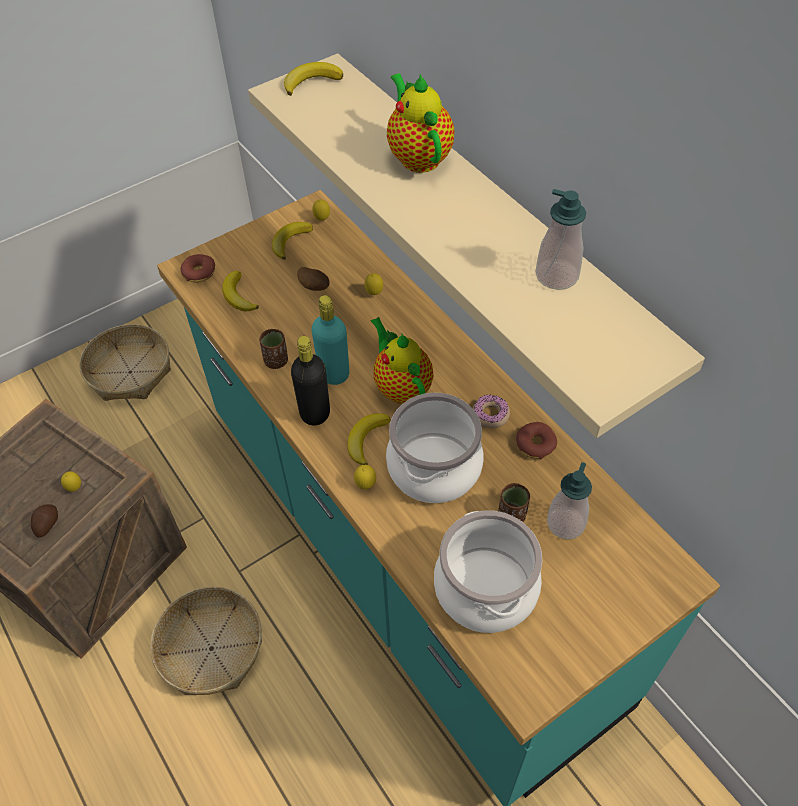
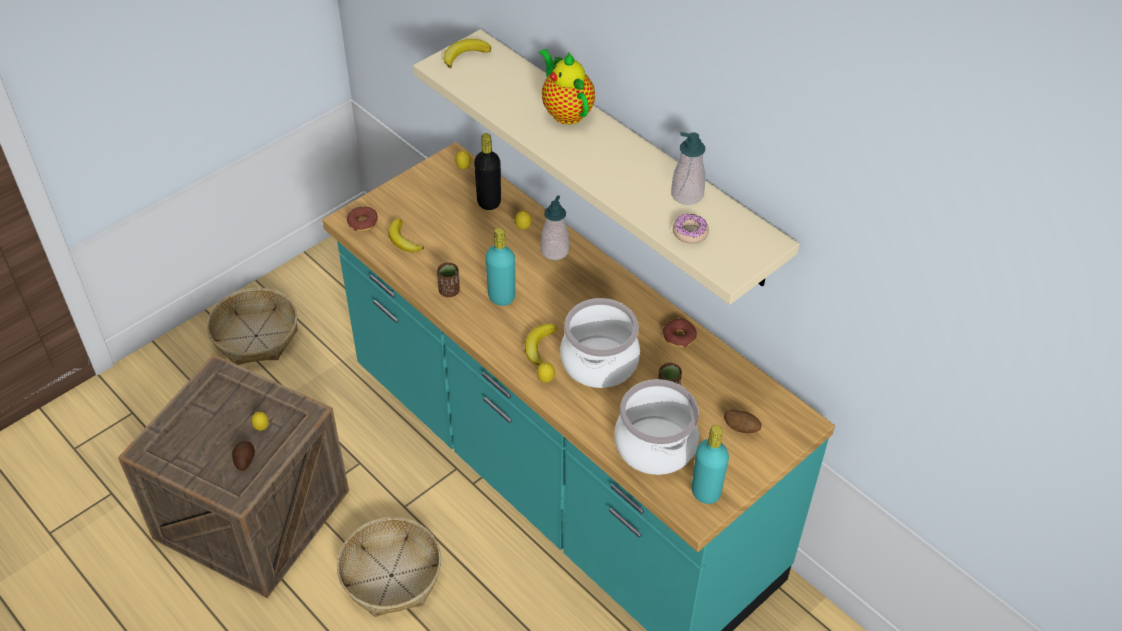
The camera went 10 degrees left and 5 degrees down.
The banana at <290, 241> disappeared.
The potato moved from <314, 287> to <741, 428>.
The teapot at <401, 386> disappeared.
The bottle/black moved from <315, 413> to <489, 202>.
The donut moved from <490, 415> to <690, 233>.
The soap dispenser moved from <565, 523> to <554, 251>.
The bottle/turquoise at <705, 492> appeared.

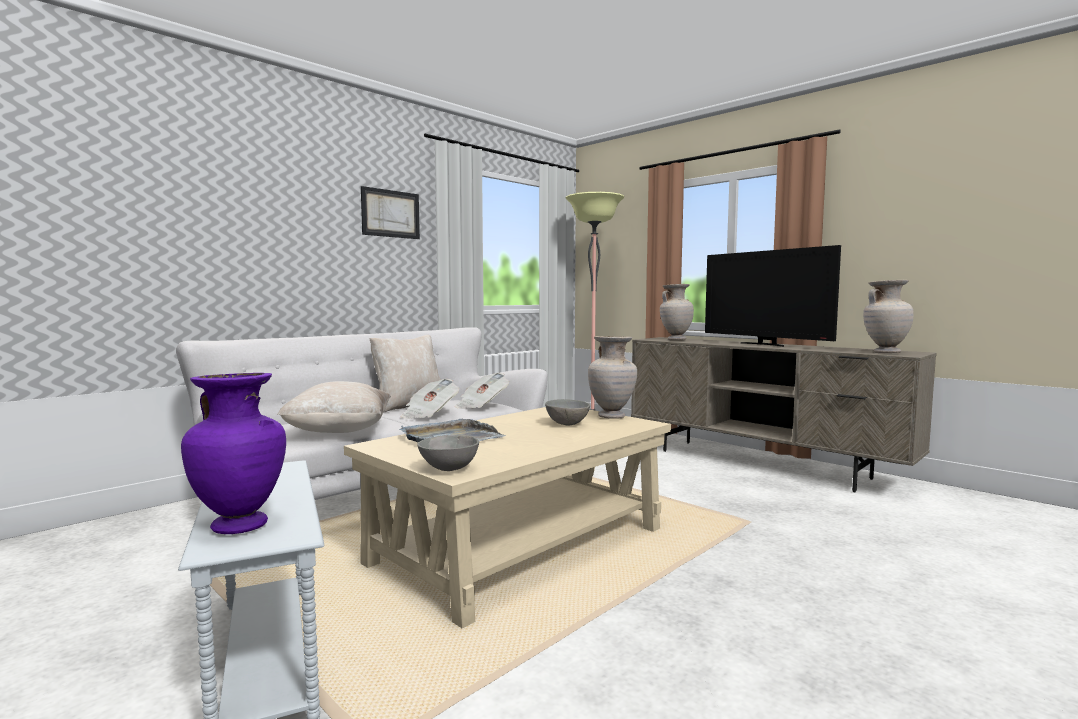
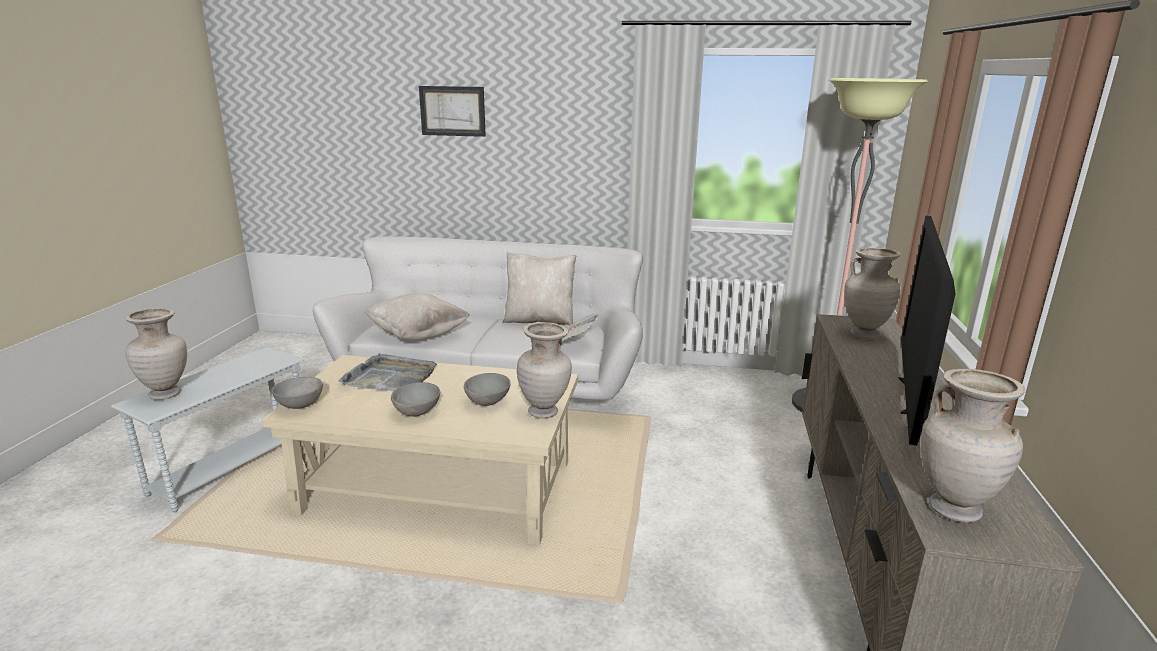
The camera went 55 degrees right and 15 degrees up.
The picture moved from <390, 213> to <452, 111>.
The vase/purple at <241, 526> became the vase/beige at <167, 394>.
The newspaper at <429, 414> disappeared.
The bowl/grey at <418, 412> appeared.

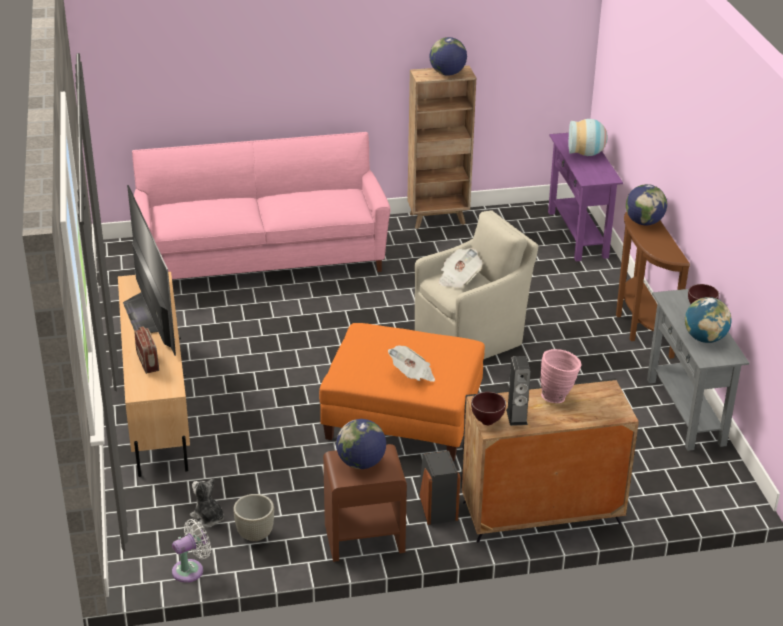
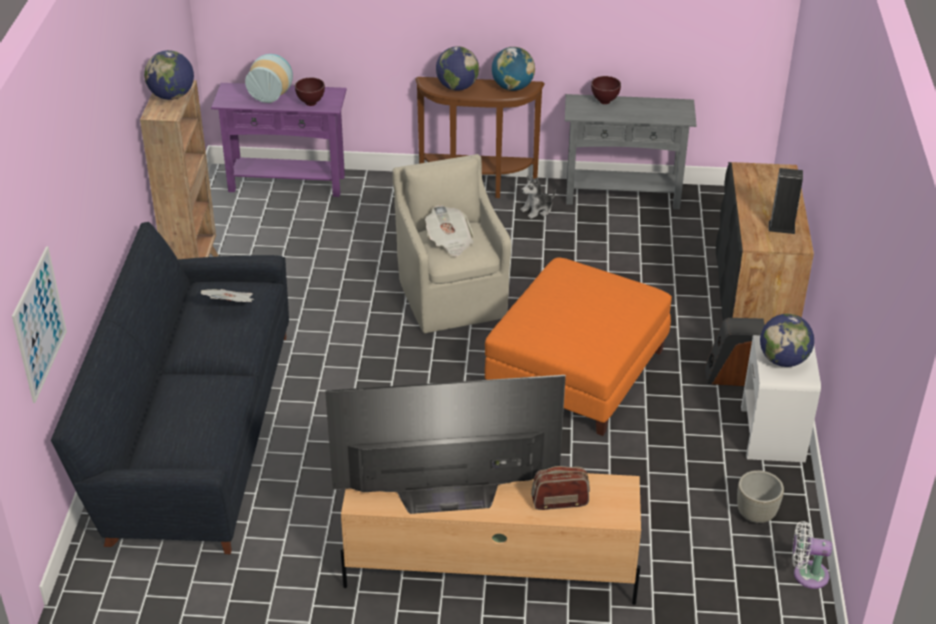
The camera went 75 degrees left and 5 degrees up.
The sofa/pink at <261, 256> became the sofa/black at <193, 433>.
The globe moved from <705, 338> to <512, 87>.
The newspaper moved from <412, 375> to <231, 306>.
The vase/pink at <558, 396> disappeared.
The bowl/brown moved from <486, 421> to <310, 103>.
The nightstand/brown at <363, 538> became the nightstand/white at <772, 434>.
The plush toy moved from <208, 518> to <537, 210>.
The fan/white at <191, 569> turned 60 degrees counterclockwise.
The picture at <39, 324> appeared.

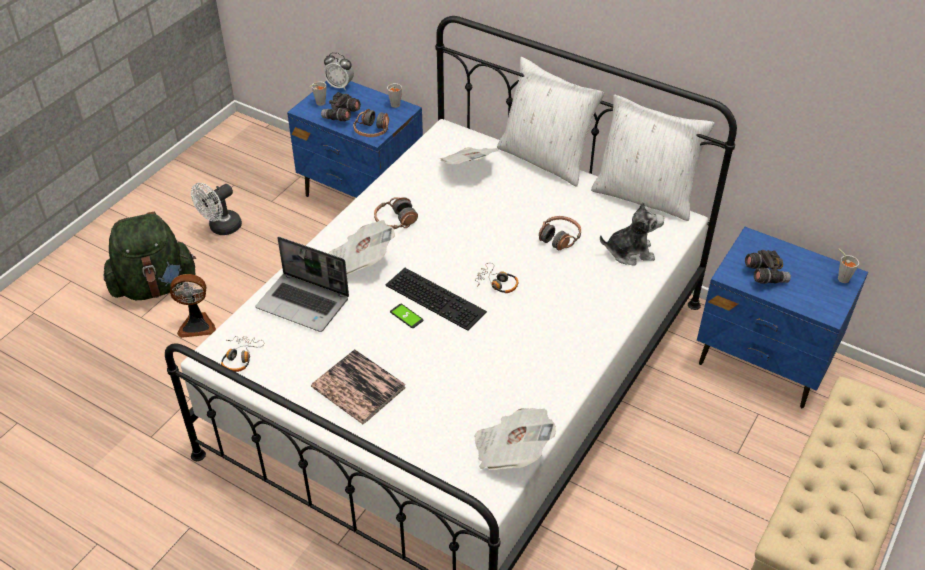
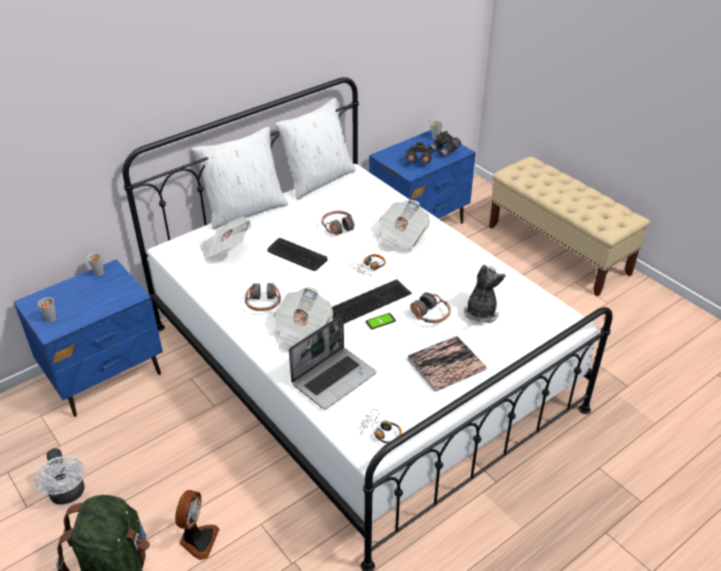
The camera went 70 degrees left and 5 degrees down.
The alarm clock at <340, 86> disappeared.
The binoculars/grey moved from <341, 116> to <444, 150>.
The headphones moved from <372, 131> to <430, 315>.
The plush toy moved from <630, 252> to <481, 312>.
The newspaper moved from <511, 451> to <400, 239>.
The keyboard at <296, 255> appeared.

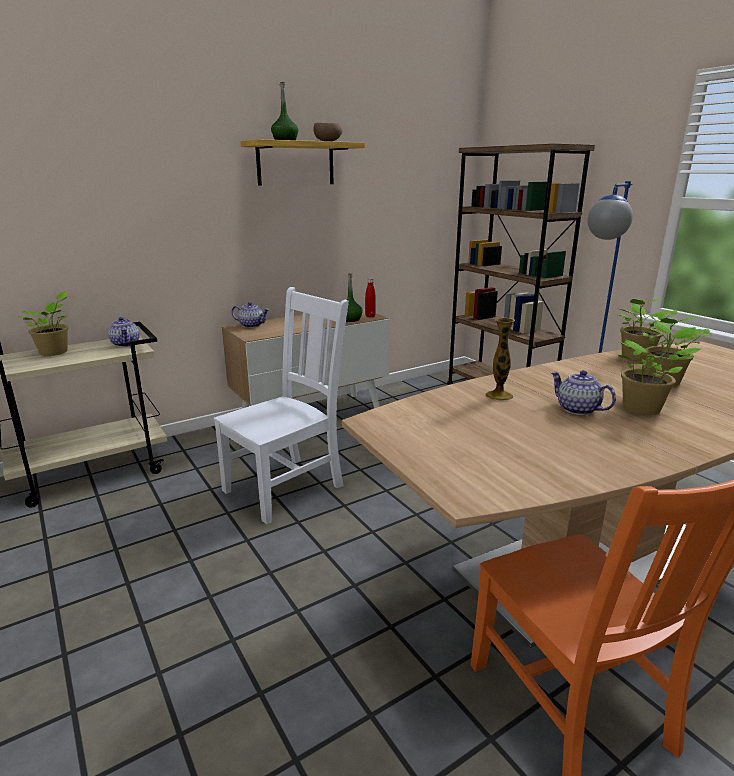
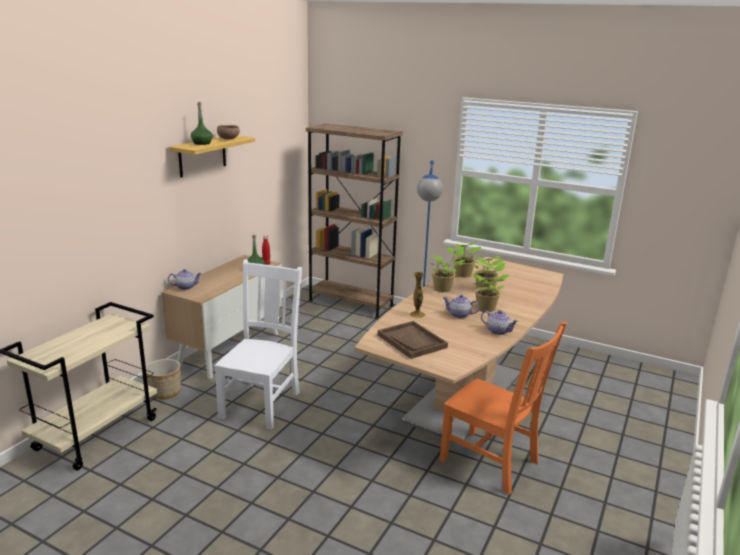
The camera went 30 degrees left and 0 degrees up.
The potted plant moved from <55, 352> to <443, 288>.
The teapot moved from <126, 344> to <498, 331>.
The tray/brown at <412, 341> appeared.
The planter at <165, 392> appeared.

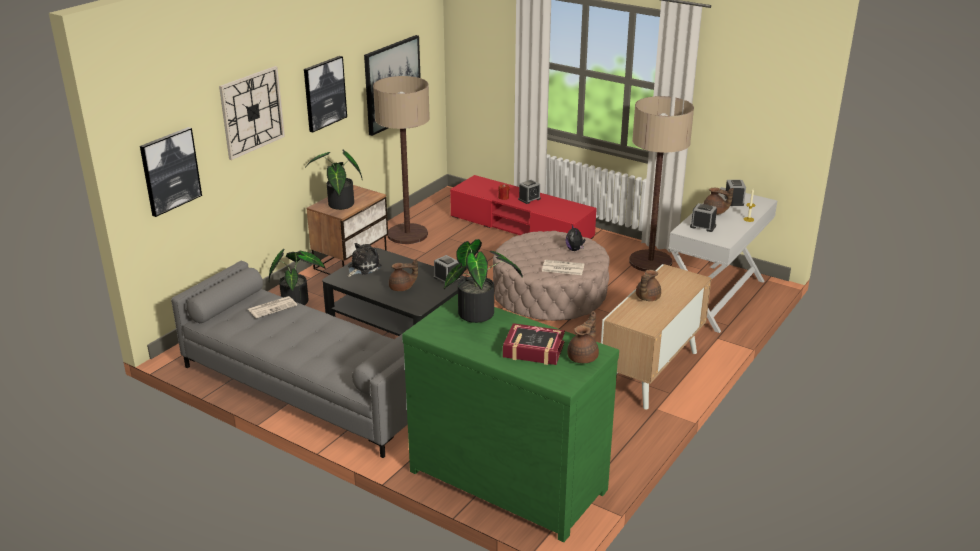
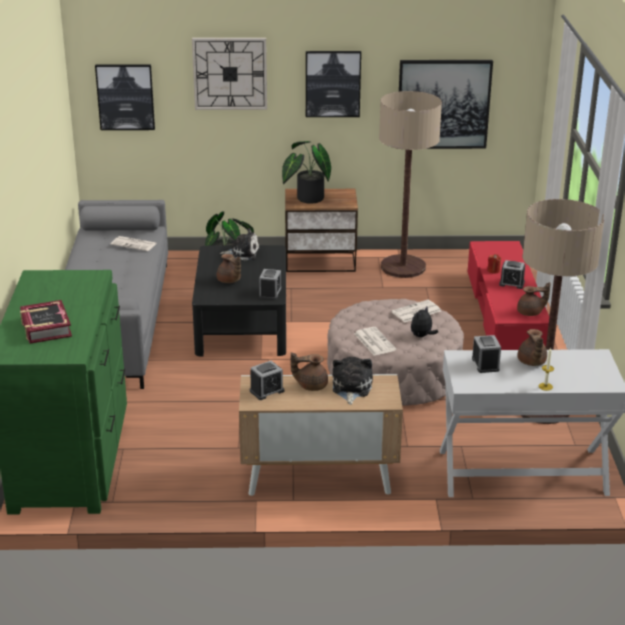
The camera went 55 degrees right and 0 degrees up.
The alarm clock moved from <734, 201> to <267, 391>.
The potted plant at <480, 314> disappeared.
The teapot/brown moved from <583, 357> to <530, 313>.
The newspaper at <416, 312> appeared.
The plush toy at <351, 388> appeared.

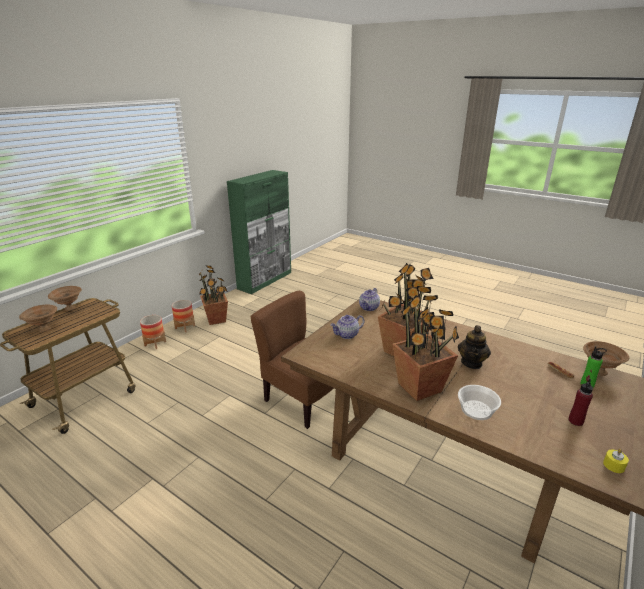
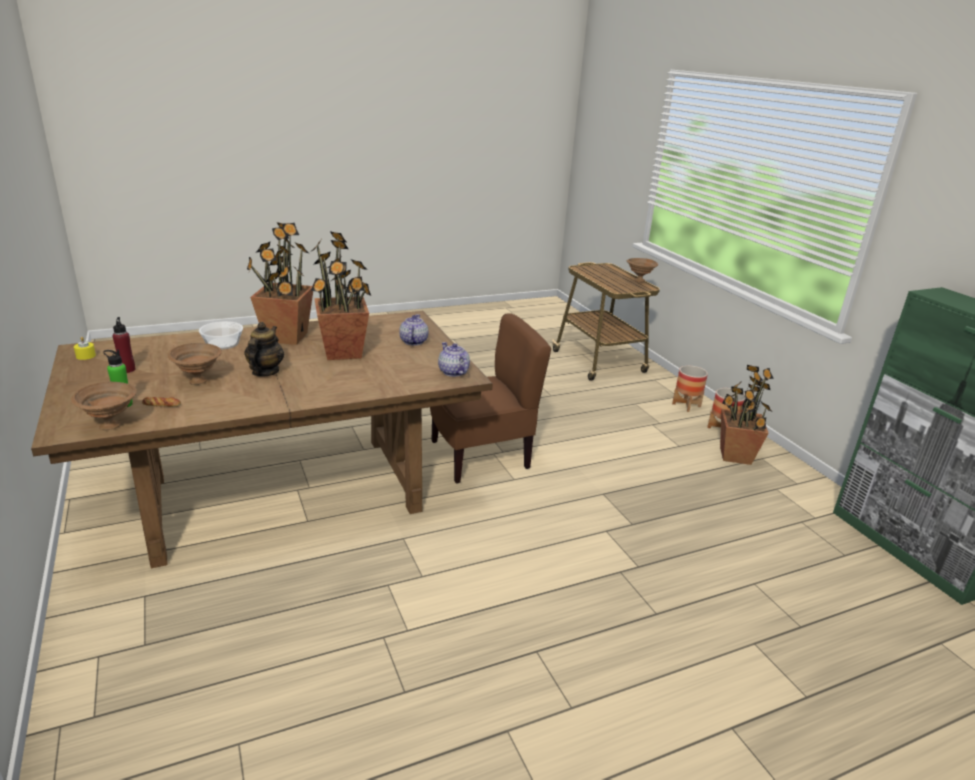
The camera went 120 degrees right and 0 degrees up.
The bowl/brown moved from <43, 329> to <198, 381>.
The teapot at <472, 363> turned 45 degrees clockwise.

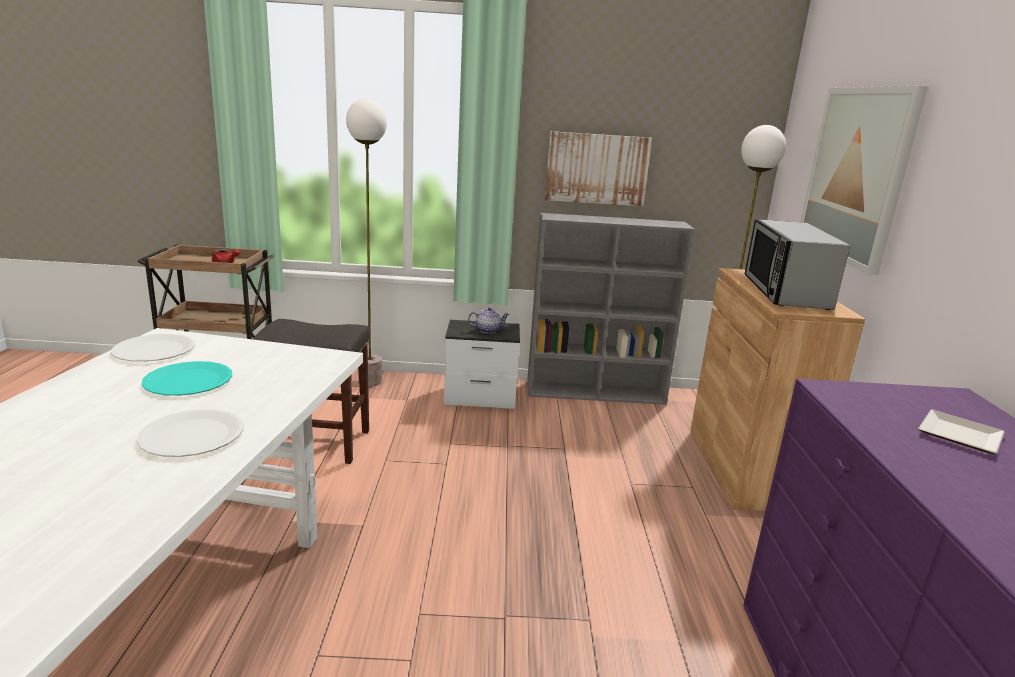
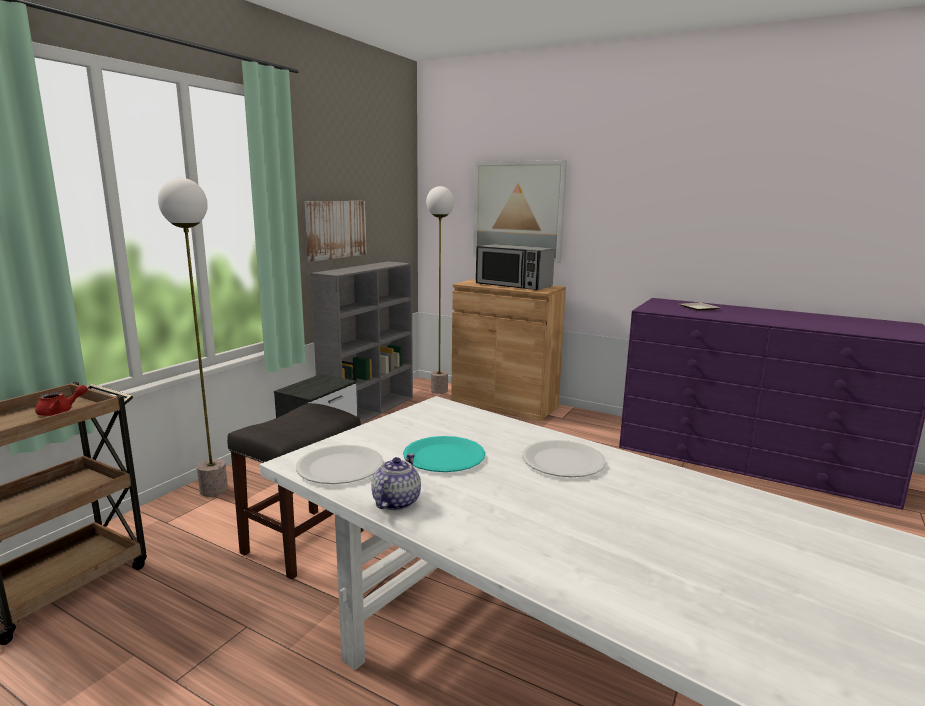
The camera went 60 degrees left and 5 degrees down.
The teapot moved from <488, 330> to <396, 501>.

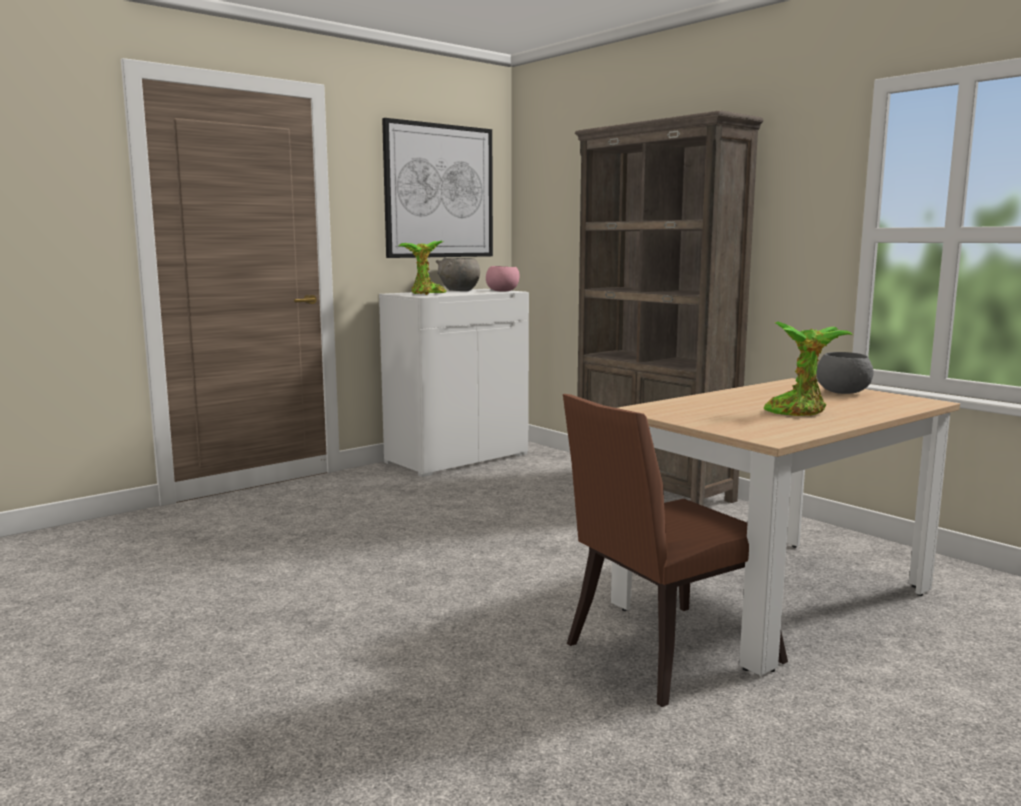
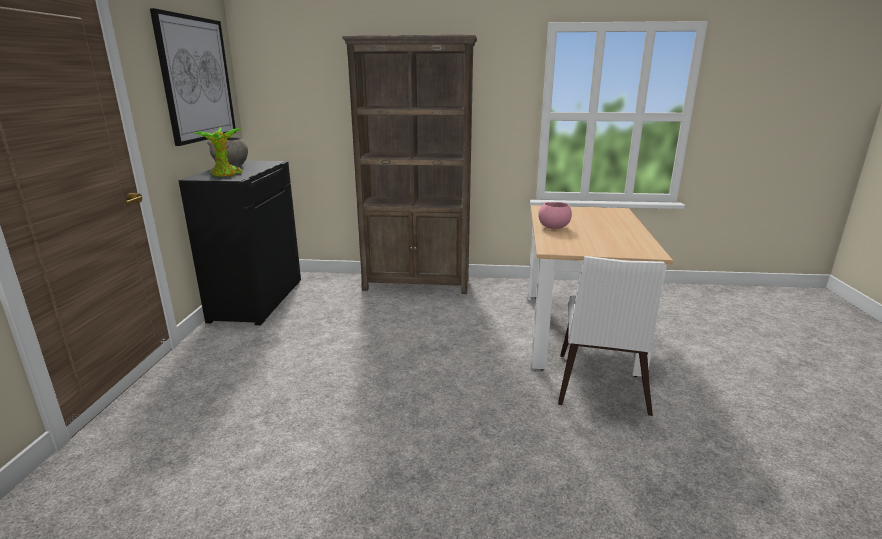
The camera went 45 degrees left and 10 degrees up.
The bowl/pink moved from <503, 291> to <554, 227>.
The cabinet/white at <457, 458> became the cabinet/black at <256, 300>.
The potted plant at <799, 411> disappeared.
The bowl/grey at <842, 392> disappeared.
The chair/brown at <661, 655> became the chair/white at <600, 387>.

